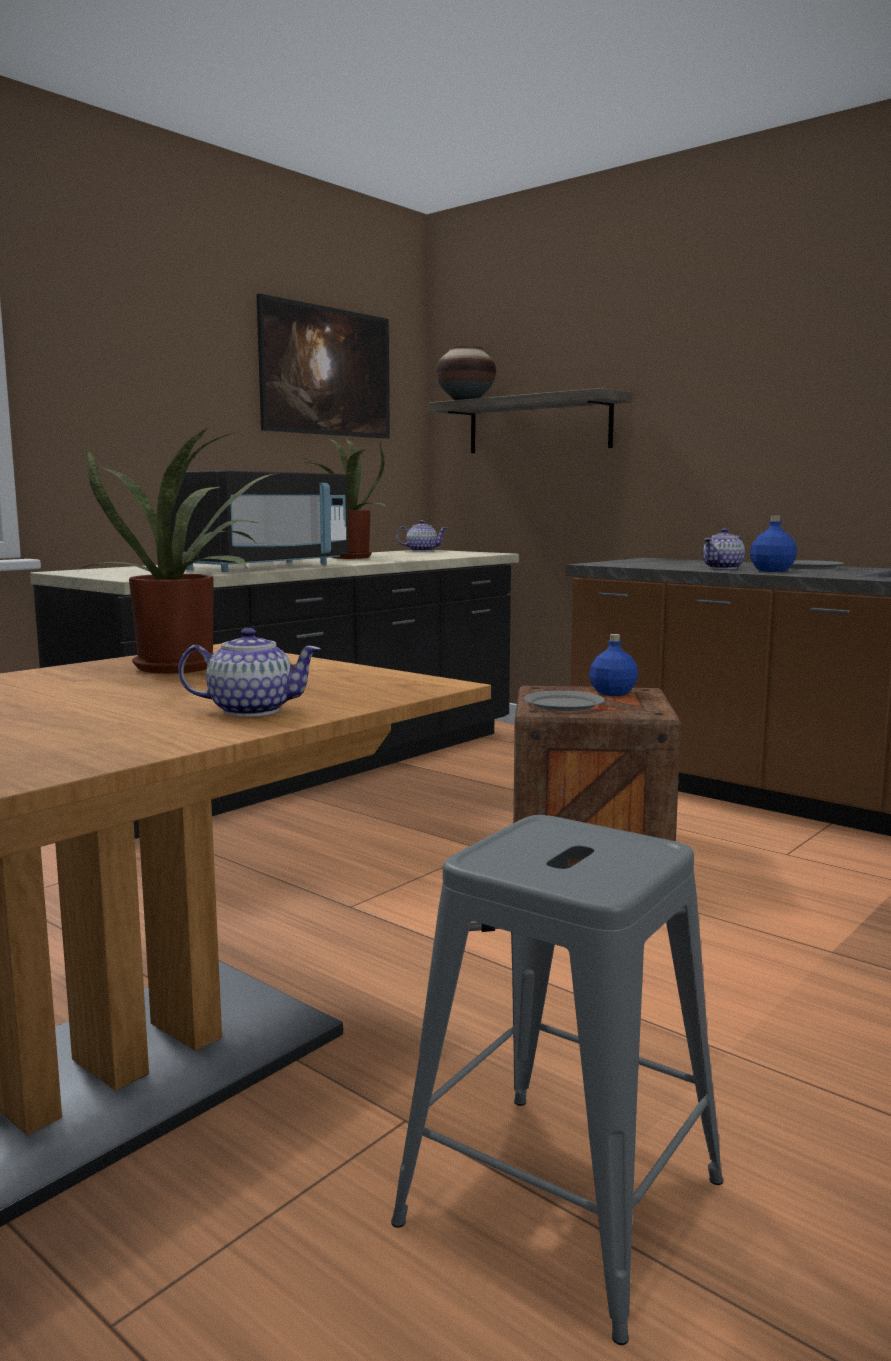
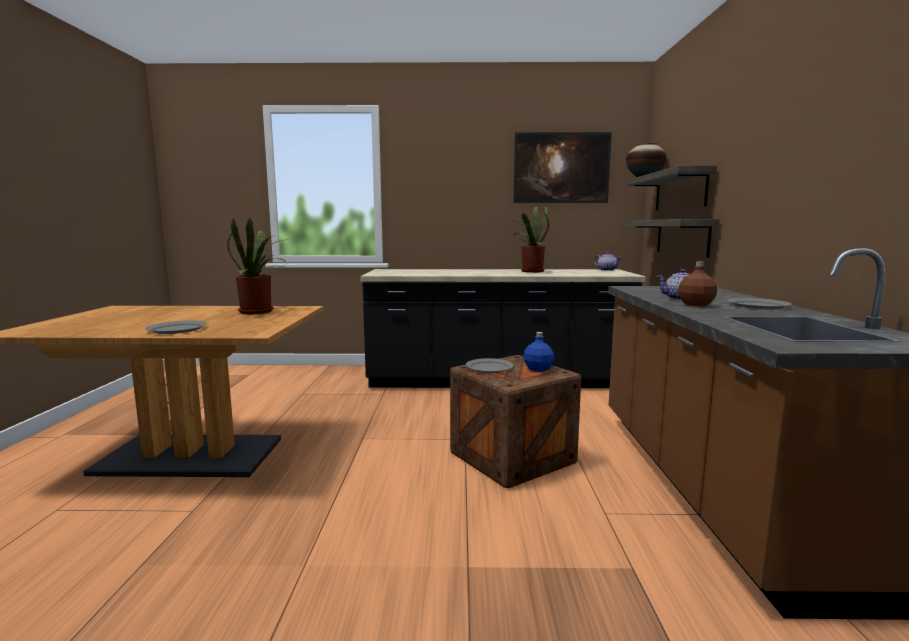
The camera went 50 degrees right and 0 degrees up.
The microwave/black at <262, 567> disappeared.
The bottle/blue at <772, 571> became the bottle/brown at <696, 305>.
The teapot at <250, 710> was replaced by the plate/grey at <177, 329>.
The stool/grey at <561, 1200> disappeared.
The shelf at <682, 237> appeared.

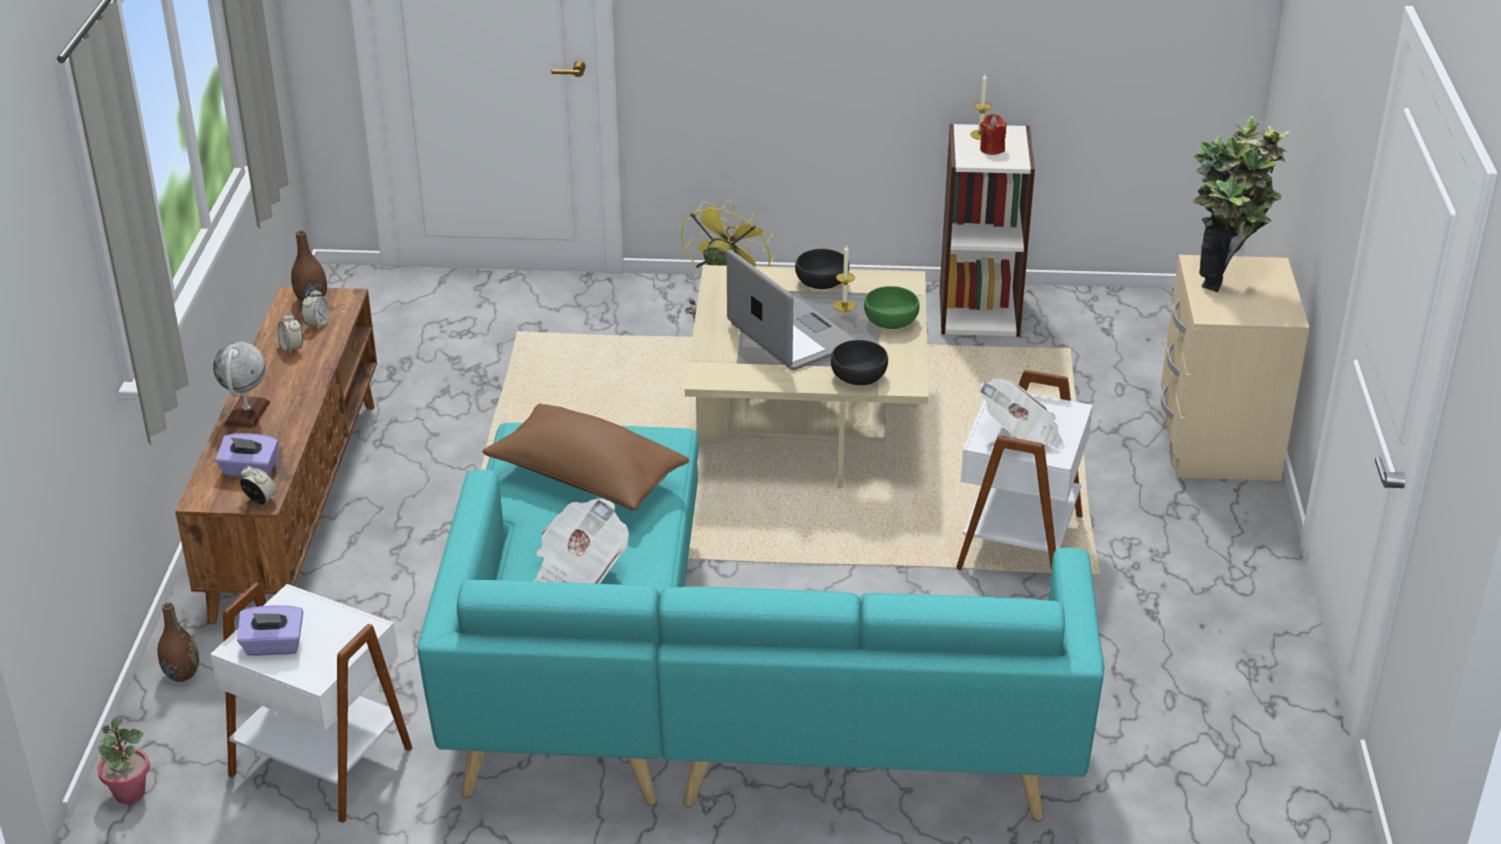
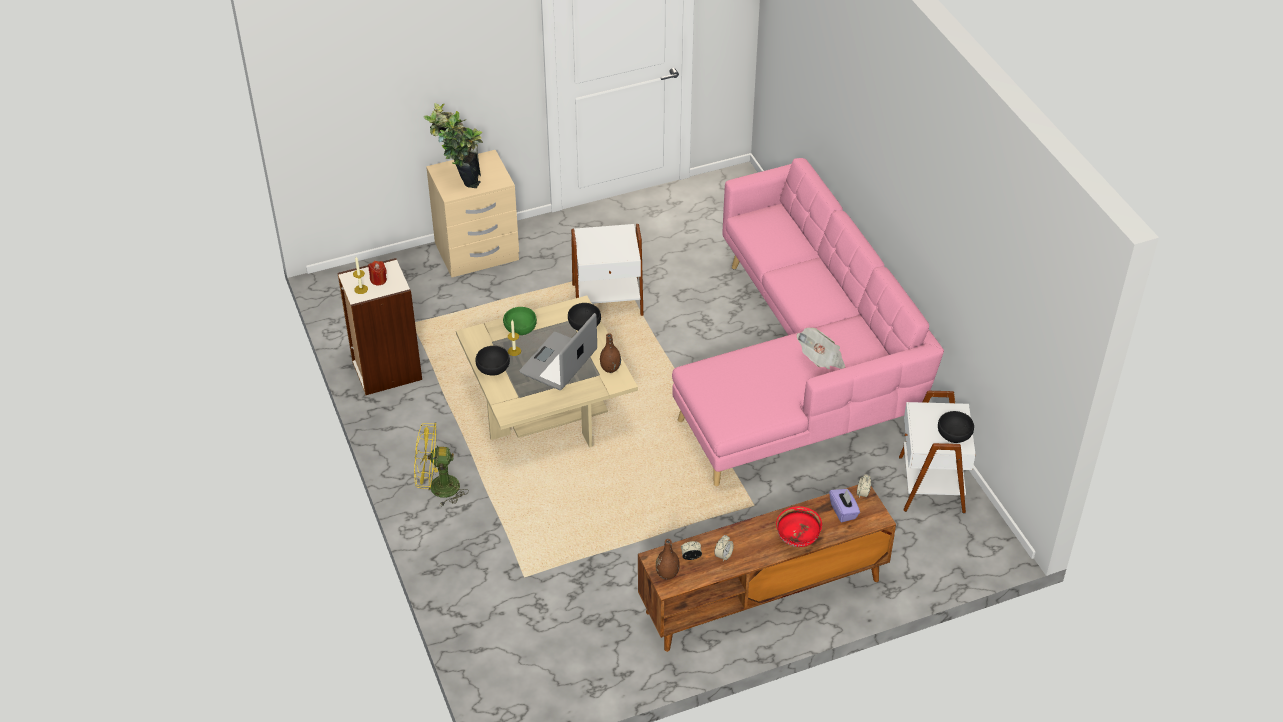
The camera went 115 degrees left and 10 degrees up.
The globe at <247, 413> was replaced by the bowl/red at <797, 540>.
The newspaper at <1021, 434> disappeared.
The pillow/brown at <586, 478> disappeared.
The sofa/turquoise at <701, 703> became the sofa/pink at <798, 370>.
The vase/brown moved from <182, 674> to <610, 369>.
The tissue box/purple at <273, 646> was replaced by the bowl/black at <953, 434>.
The potted plant at <129, 793> disappeared.

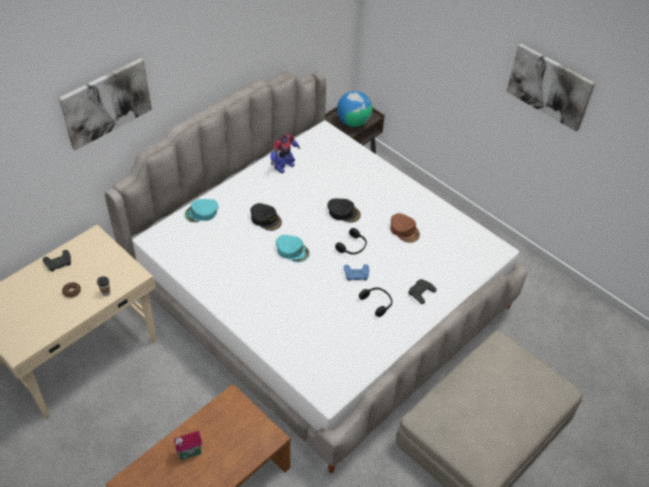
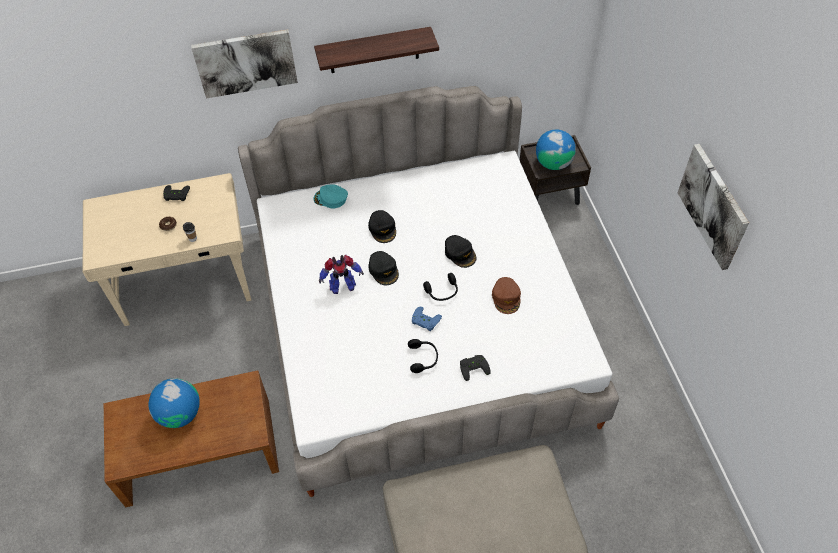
The camera went 35 degrees right and 5 degrees up.
The toy robot moved from <283, 166> to <342, 286>.
The cap/turquoise at <292, 250> became the cap/black at <384, 270>.
The toy house at <190, 454> was replaced by the globe at <180, 414>.
The shelf at <374, 50> appeared.

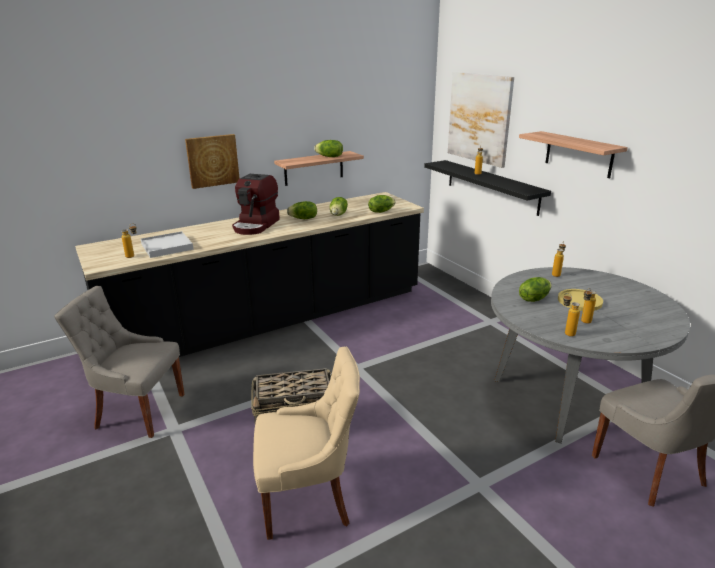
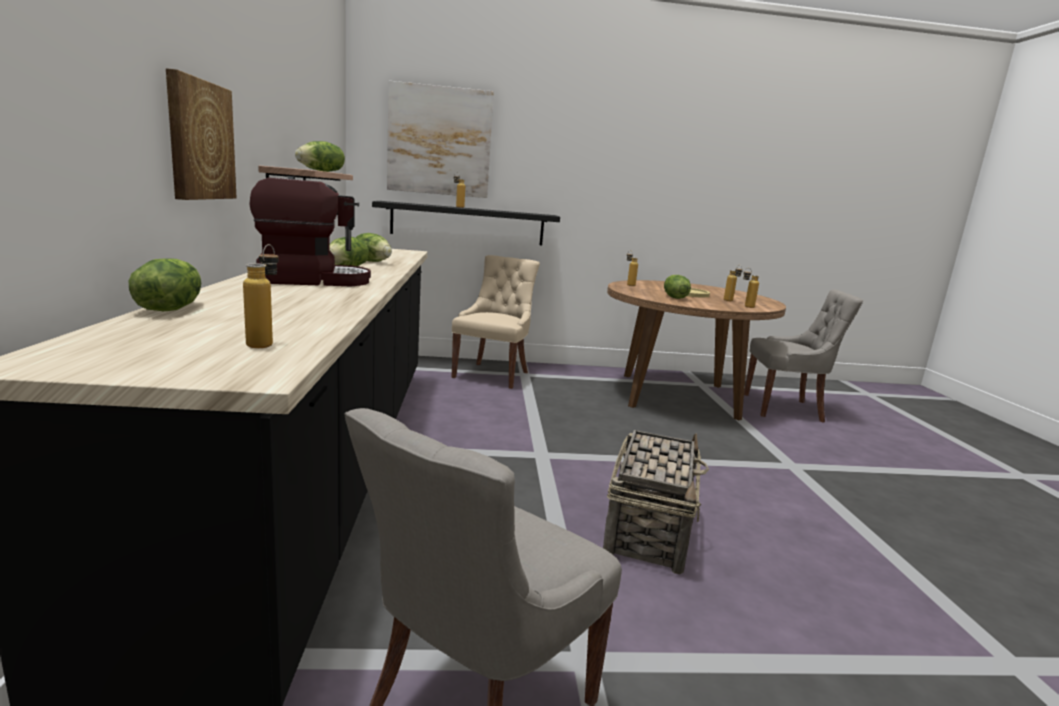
The camera went 65 degrees left and 10 degrees down.
The shelf at <578, 154> disappeared.
The coffee machine at <256, 225> turned 60 degrees counterclockwise.
The lettuce moved from <381, 211> to <170, 309>.
The tray/white at <167, 247> disappeared.
The dining table/grey at <567, 397> became the dining table/brown at <677, 395>.
The chair/beige moved from <309, 499> to <493, 374>.

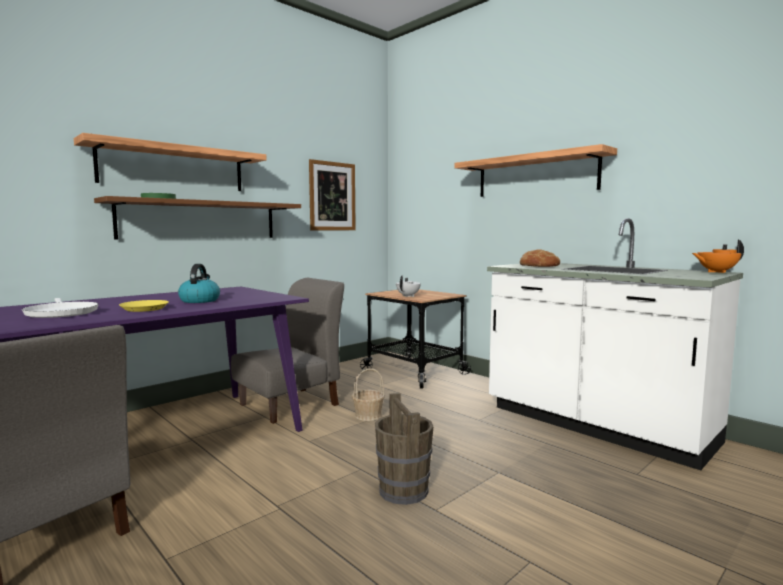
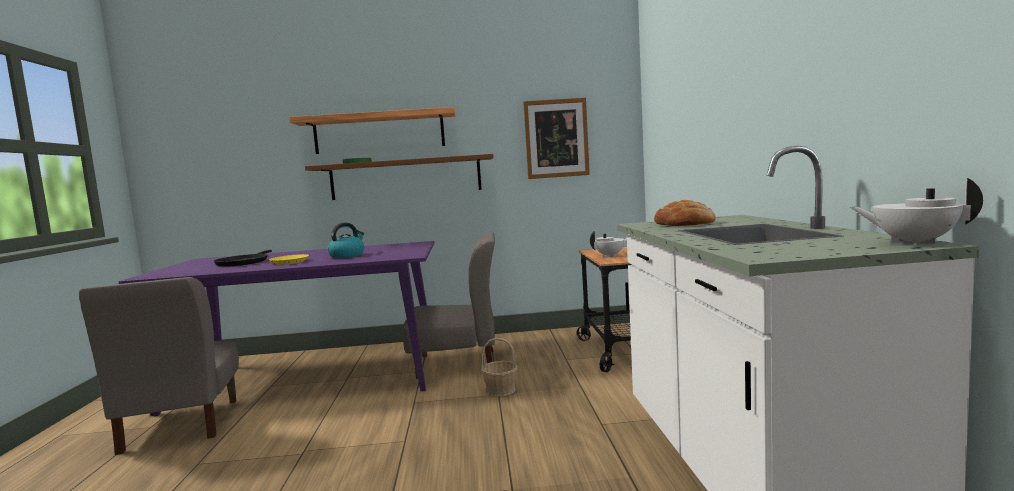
The camera went 40 degrees right and 0 degrees up.
The shelf at <535, 175> disappeared.
The teapot/orange at <716, 272> became the teapot/white at <913, 243>.
The frying pan/white at <61, 313> became the frying pan/black at <244, 262>.
The bucket/brown at <403, 491> disappeared.

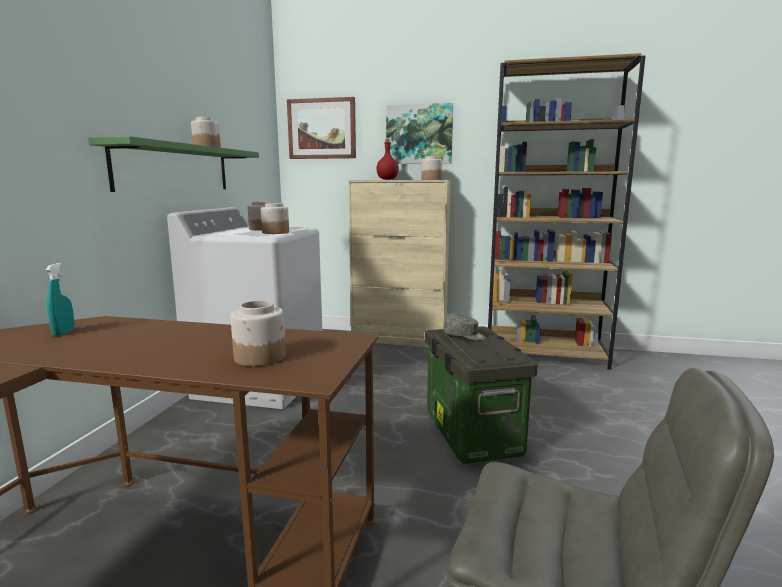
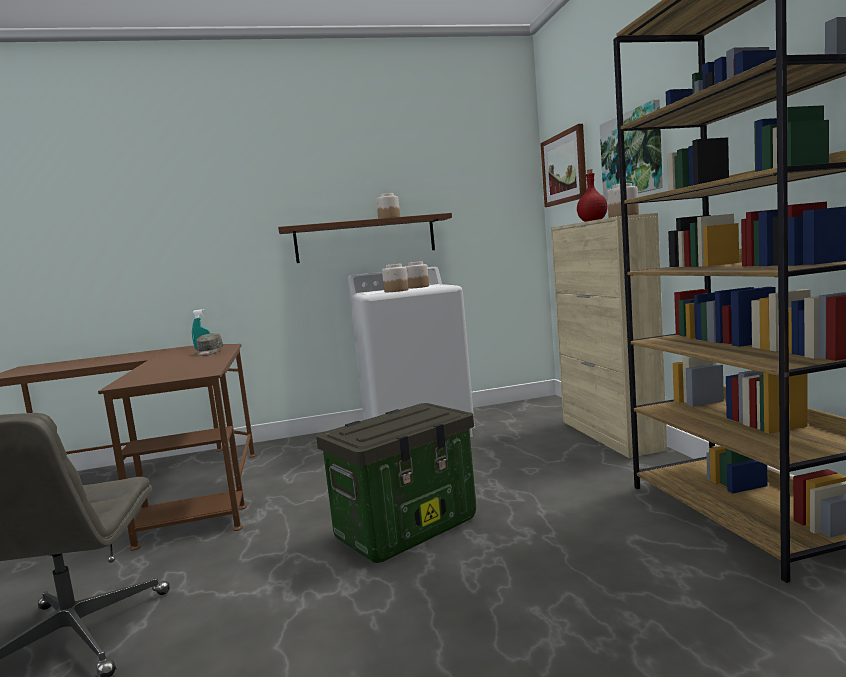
The camera went 65 degrees right and 5 degrees down.
The shelf/green at <175, 168> became the shelf/brown at <365, 239>.
The jar at <260, 357> disappeared.
The cap/grey moved from <464, 336> to <209, 352>.

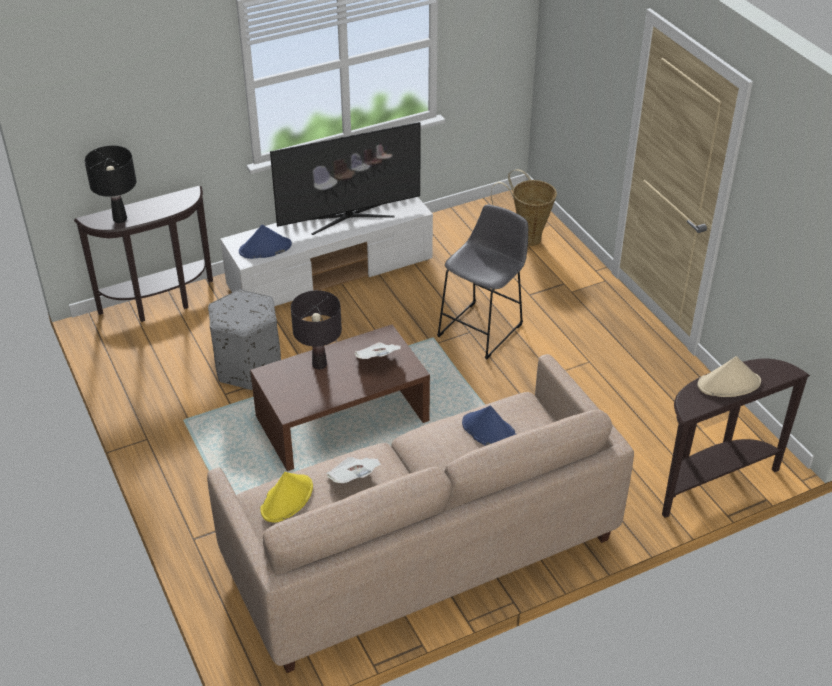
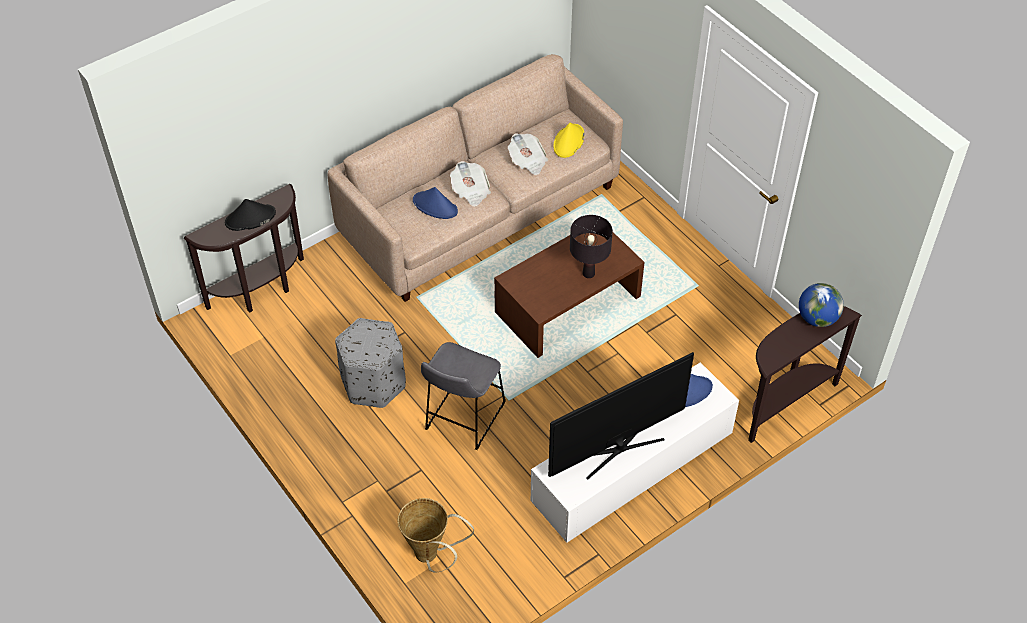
The camera went 170 degrees right and 10 degrees up.
The table lamp/black at <120, 219> was replaced by the globe at <817, 318>.
The ottoman/grey moved from <248, 367> to <373, 383>.
The newspaper moved from <377, 360> to <470, 191>.
The hat/beige at <729, 384> became the hat/black at <250, 218>.

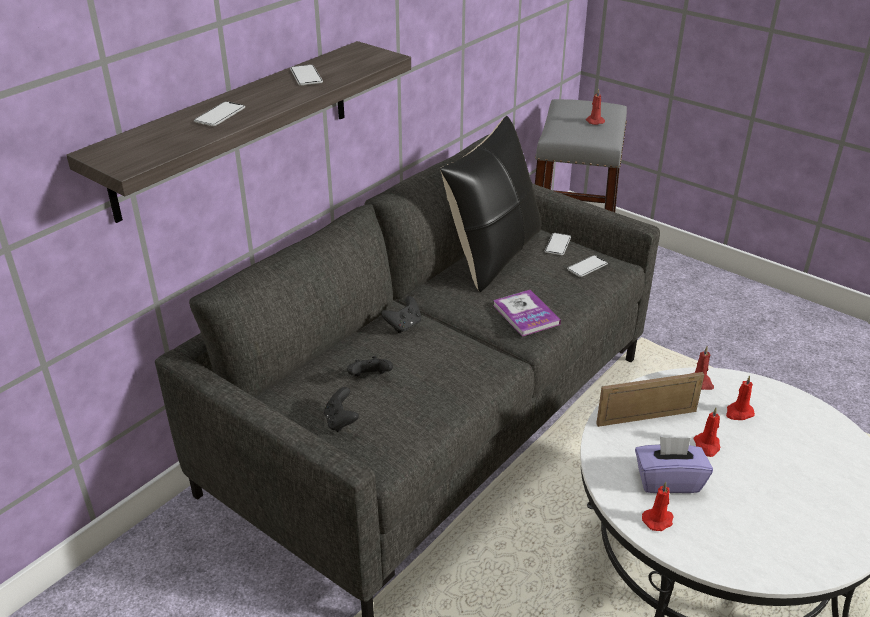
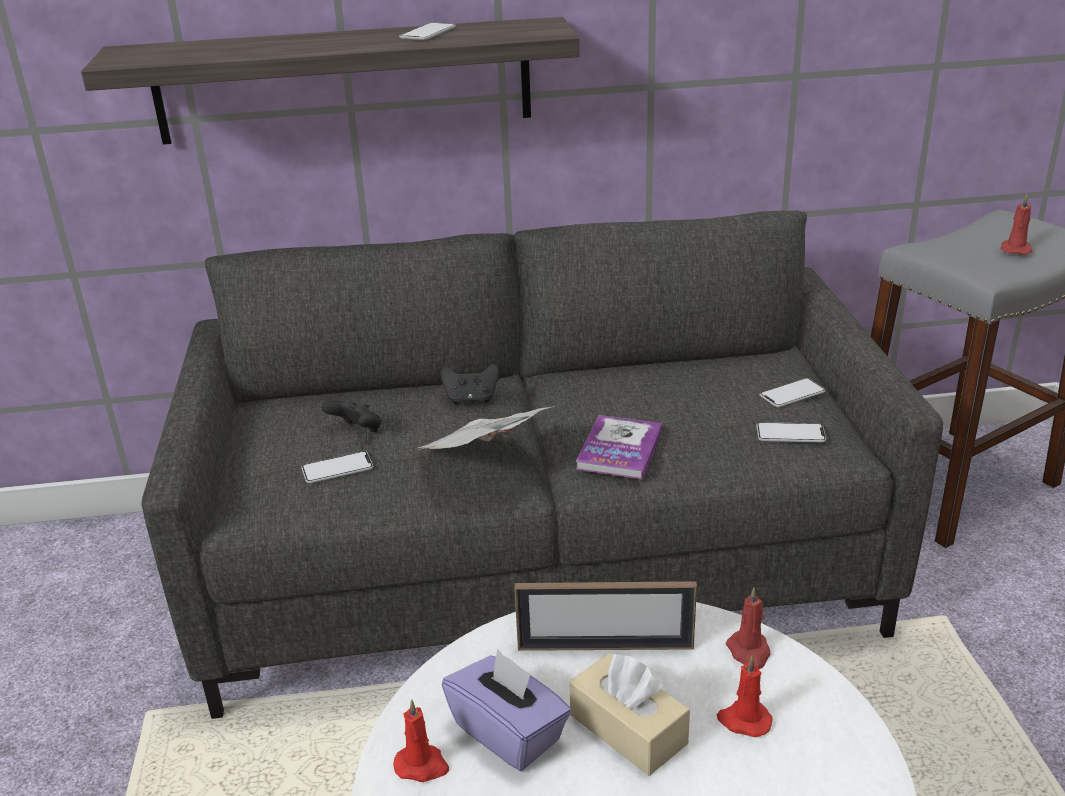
The camera went 45 degrees right and 5 degrees down.
The phone moved from <220, 115> to <337, 469>.
The pillow/black at <492, 255> disappeared.
The picture frame at <646, 417> turned 150 degrees clockwise.
The game controller/black at <341, 421> disappeared.
The candle/red at <707, 446> was replaced by the tissue box/beige at <628, 729>.
The newspaper at <485, 460> appeared.

